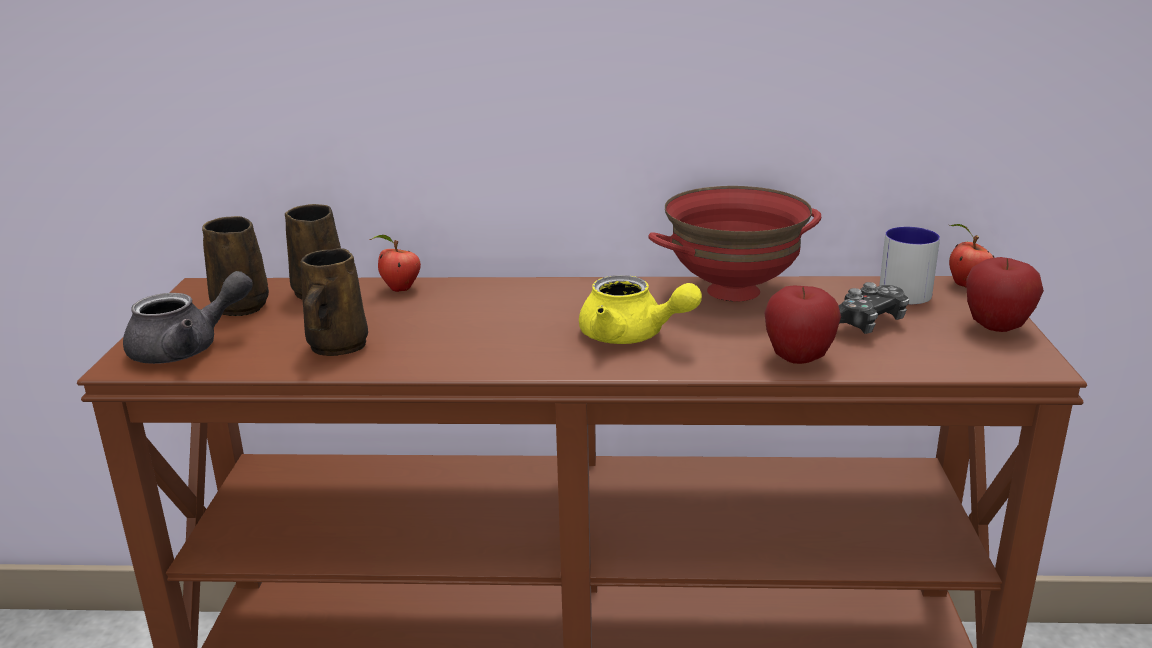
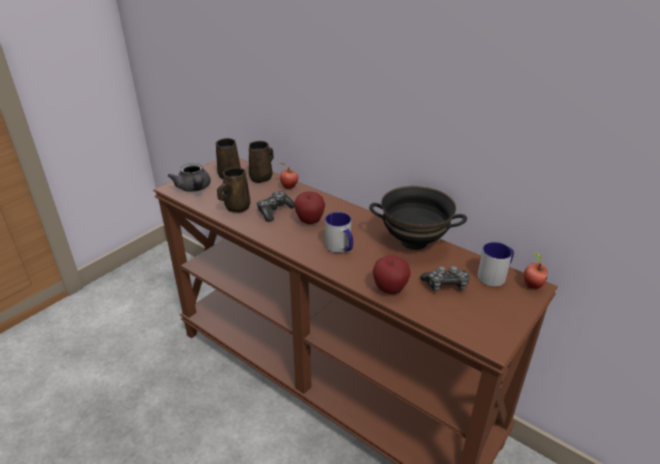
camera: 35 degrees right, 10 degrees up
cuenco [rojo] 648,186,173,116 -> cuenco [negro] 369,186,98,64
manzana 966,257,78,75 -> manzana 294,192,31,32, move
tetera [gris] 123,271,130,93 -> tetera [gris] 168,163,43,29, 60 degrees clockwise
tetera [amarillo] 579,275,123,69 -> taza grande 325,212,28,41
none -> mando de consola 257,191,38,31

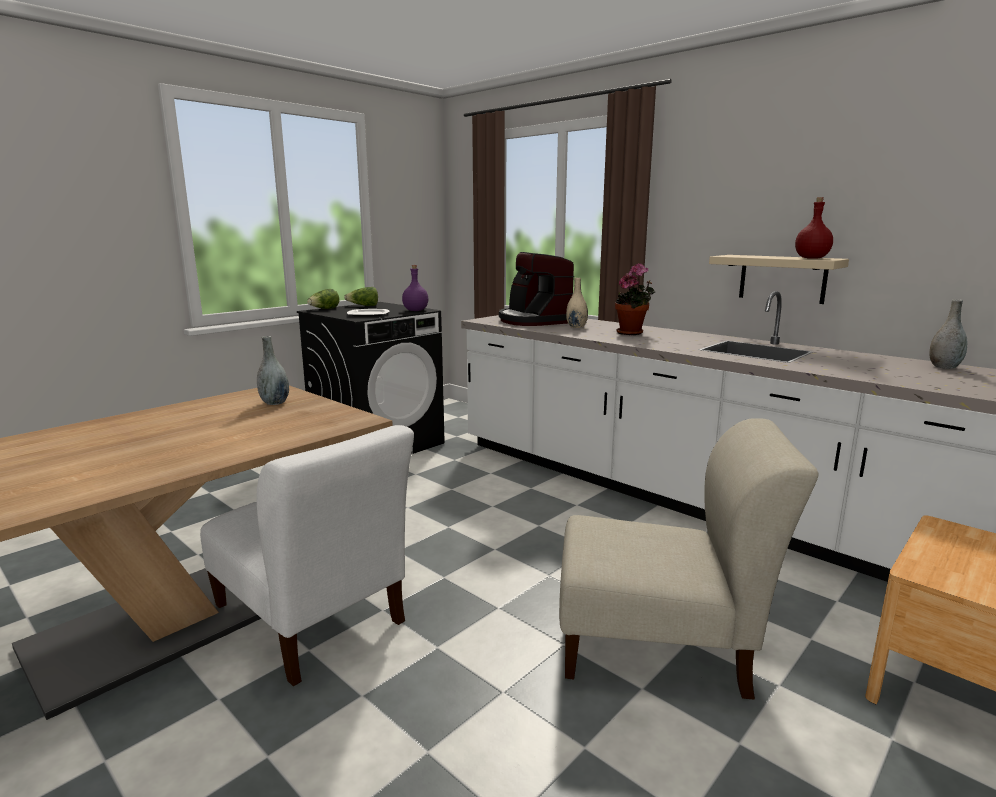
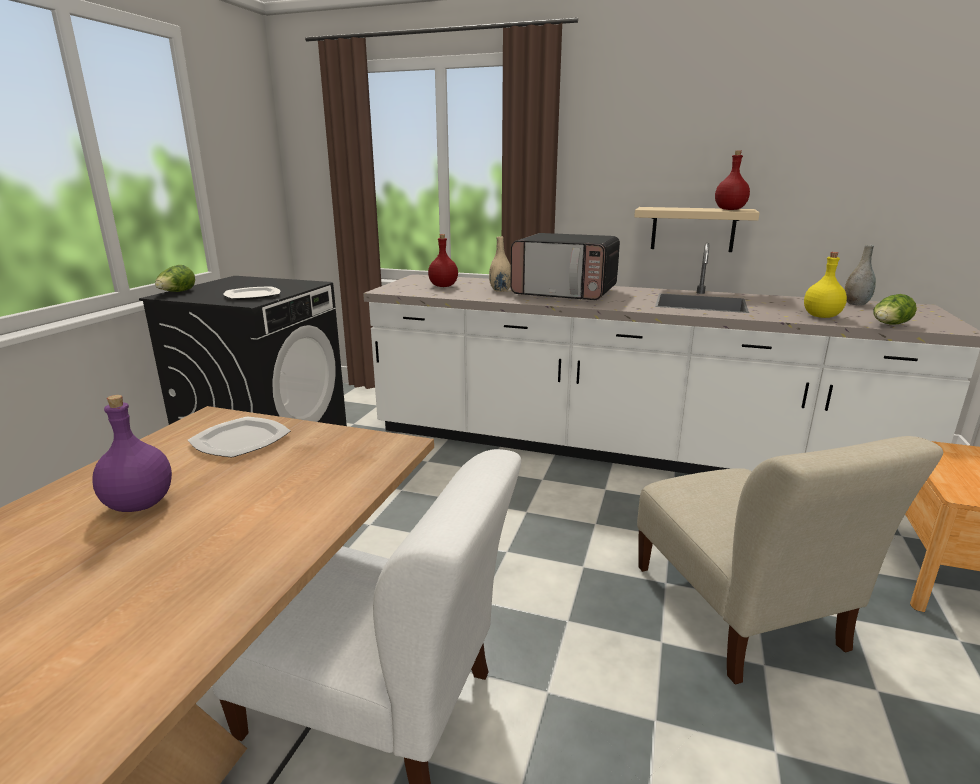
camera: 25 degrees left, 5 degrees up
cafetera 499,252,75,74 -> botella [rojo] 428,234,30,53
planta en maceta 615,263,40,72 -> microondas 510,233,110,67
botella [morado] 402,265,26,46 -> botella [morado] 92,395,80,117, move
lechuga 344,287,34,19 -> lechuga 873,294,44,31, move
florero [gris] 257,336,32,69 -> plato 188,416,102,42
silla [beis] 559,418,259,282 -> silla [beis] 637,436,306,248, 90 degrees clockwise
none -> botella [amarillo] 804,252,43,66

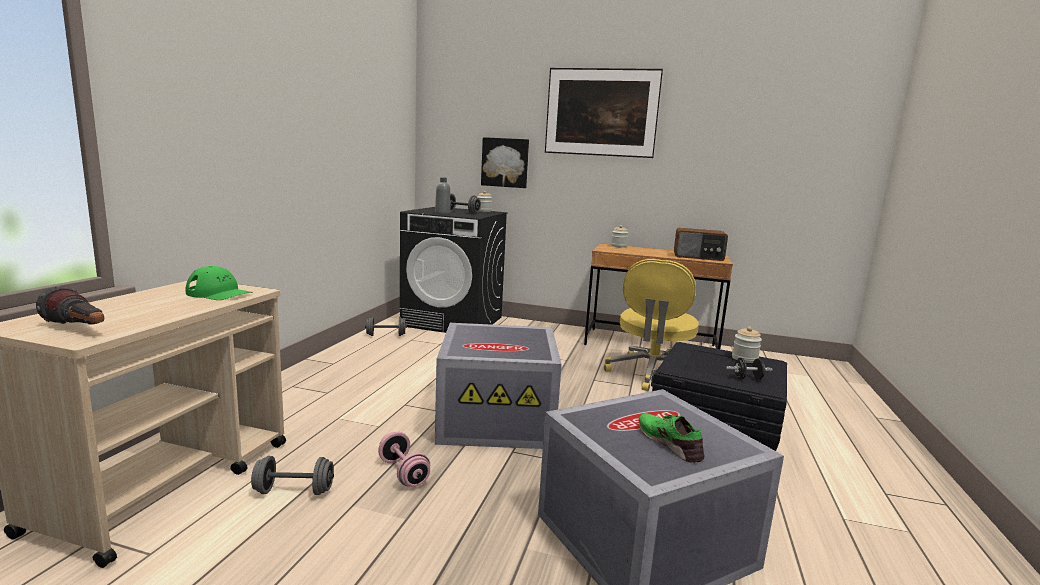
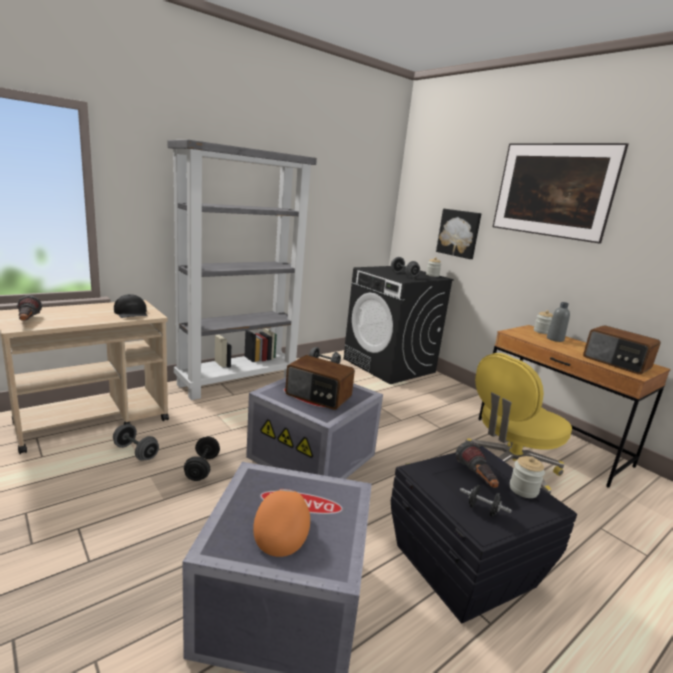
camera: 35 degrees right, 5 degrees up
botella [gris] 435,177,15,38 -> botella [gris] 547,302,23,40, move
gorra [verde] 185,266,68,34 -> gorra [negro] 114,294,34,24
zapato [verde] 639,413,65,50 -> gorra [naranja] 253,489,57,68
mancuerna [rosa] 378,432,52,55 -> mancuerna [negro] 184,437,36,44
none -> estantería [gris] 167,140,150,260
none -> radio 285,355,70,55
none -> linterna 455,441,44,47

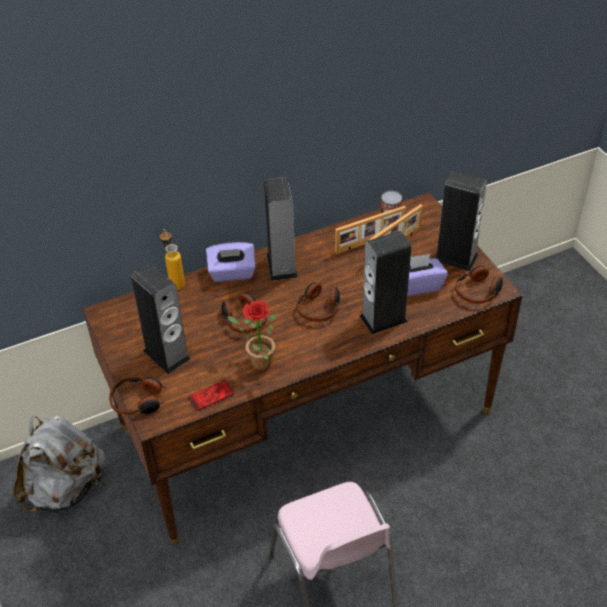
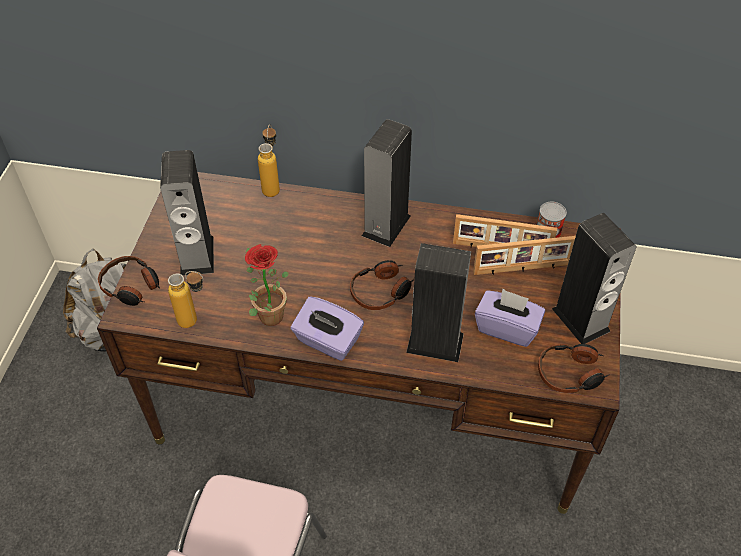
camera: 35 degrees right, 5 degrees up
caja de pañuelos [morado] 206,242,50,40 -> caja de pañuelos [morado] 291,296,73,65, move
auriculares 221,292,46,41 -> none
móvil 189,380,45,31 -> botella 168,271,35,57

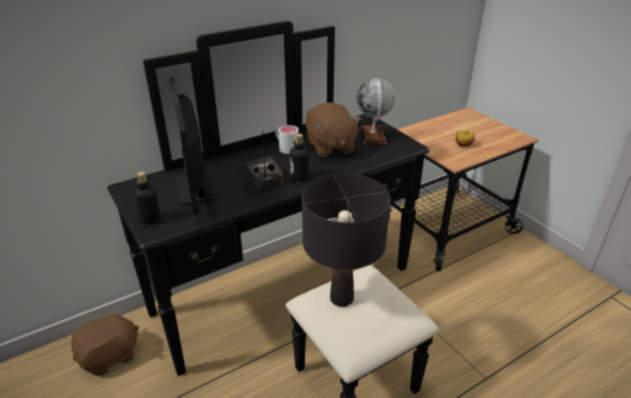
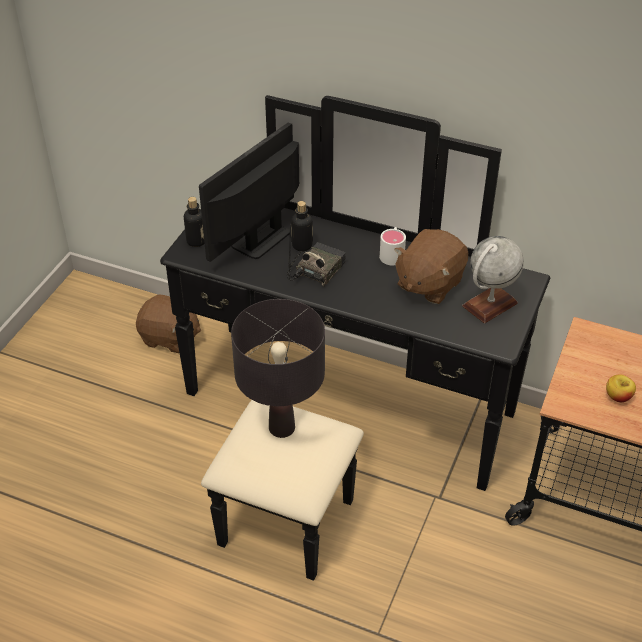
camera: 55 degrees right, 10 degrees up
botella 290,134,19,47 -> botella 291,201,22,50, move

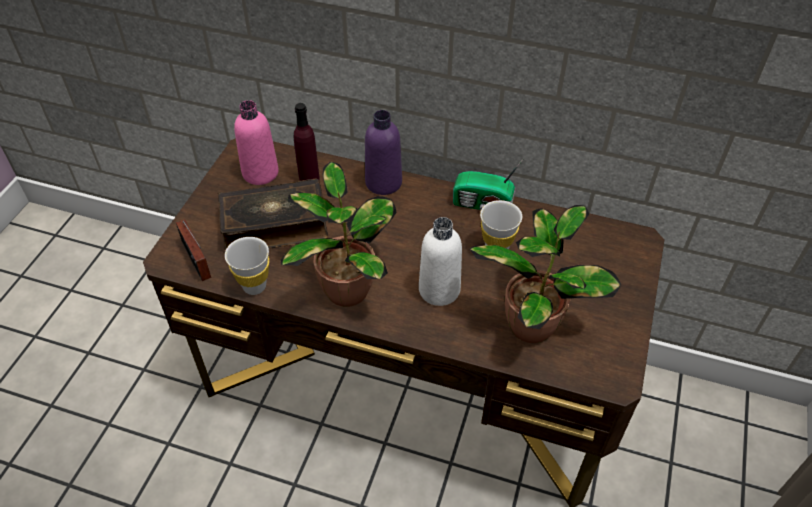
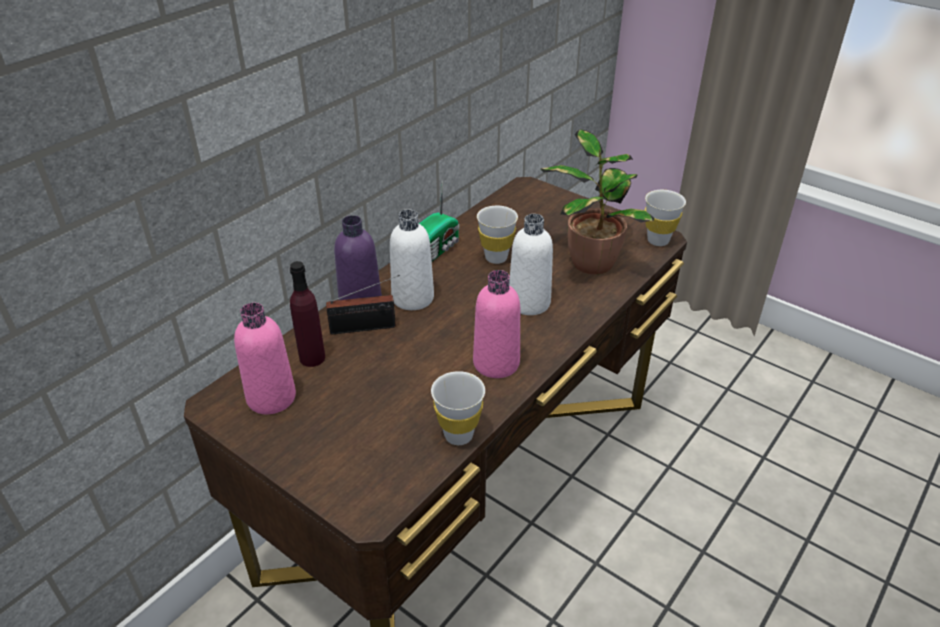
camera: 70 degrees left, 10 degrees down
planta en maceta 281,162,115,145 -> botella [rosa] 473,270,47,108
libro 218,179,110,72 -> none
radio 176,219,35,62 -> radio 326,275,74,60, move
none -> taza [blanco] 645,190,41,56
none -> botella [blanco] 390,209,44,101

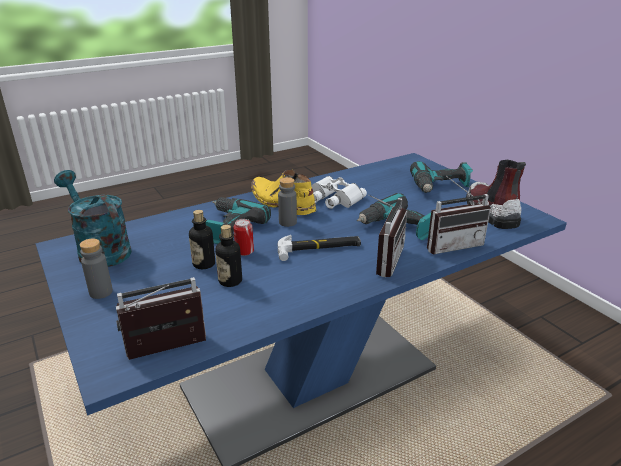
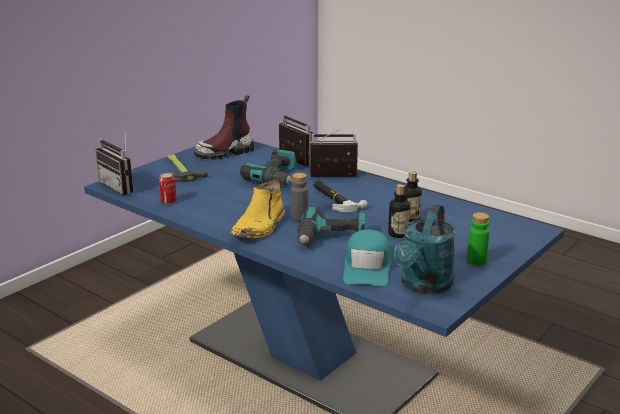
camera: 110 degrees left, 5 degrees down
taladro 410,161,63,32 -> martillo 168,154,40,28
prismáticos [blanco] 311,176,56,33 -> none
lata 233,219,21,37 -> lata 159,173,18,31, move
botella [gris] 80,238,33,61 -> botella [verde] 467,212,23,54
radio 116,277,90,83 -> radio 96,128,37,67, move
none -> gorra [turquesa] 343,230,48,56

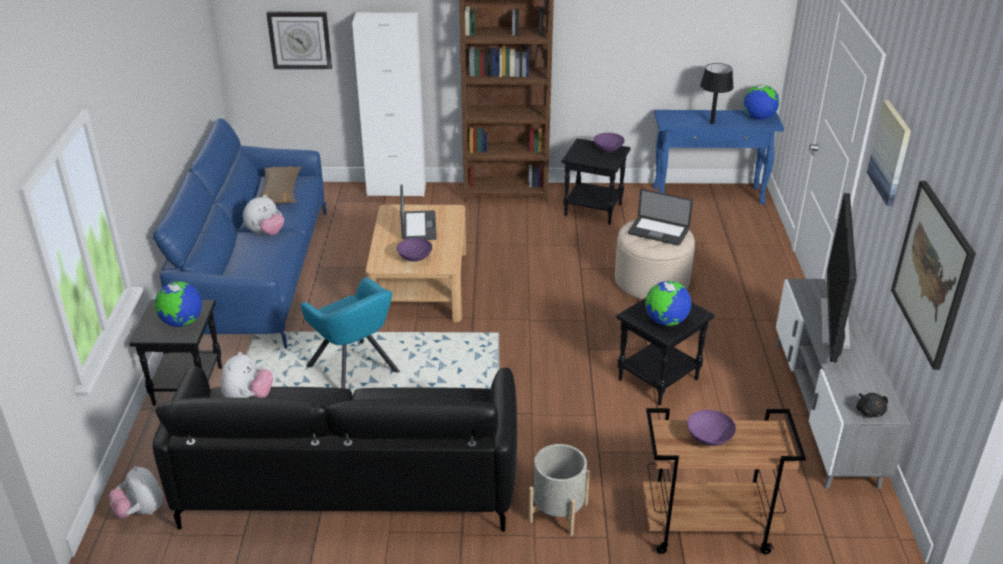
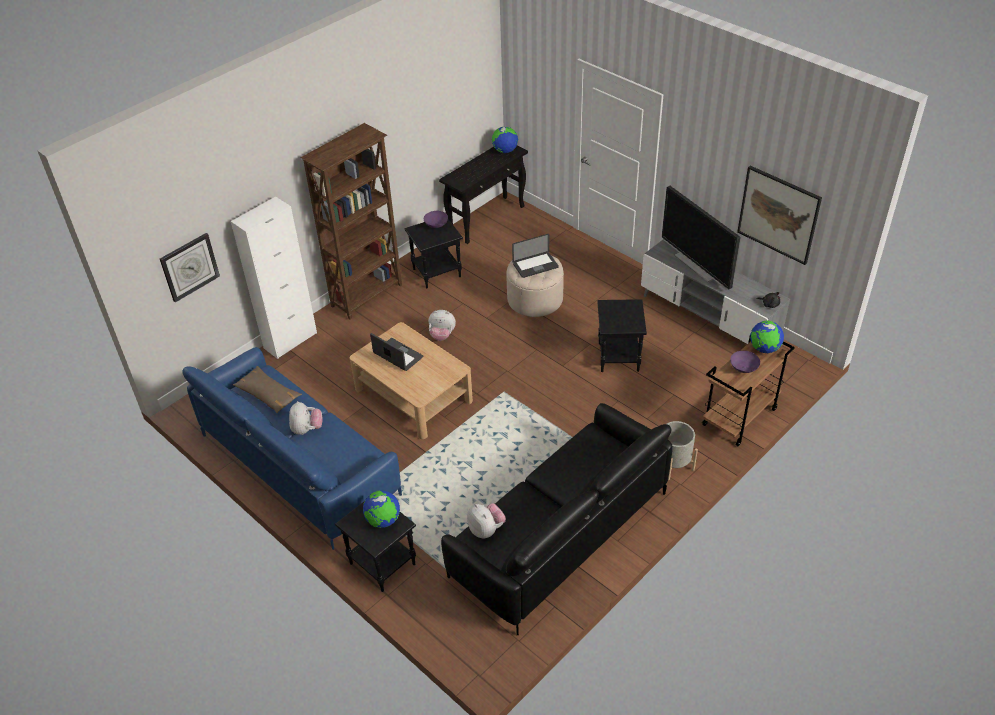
camera: 45 degrees left, 10 degrees up
lámpara de mesa [negro] 700,63,34,61 -> none
cuadro 867,100,44,106 -> none
mesa consola [azul] 653,110,131,95 -> mesa consola [negro] 439,146,89,98
cuenco [morado] 397,238,35,24 -> none
sillón [turquesa] 300,278,100,110 -> none
globo terráqueo 645,281,46,45 -> globo terráqueo 750,320,34,33, move
peluche 109,466,54,52 -> peluche 429,310,27,31, move

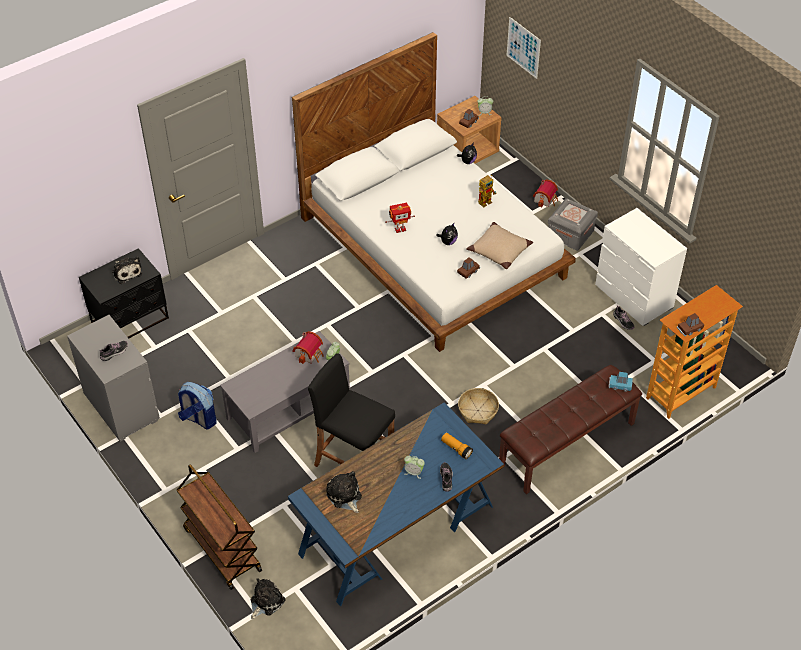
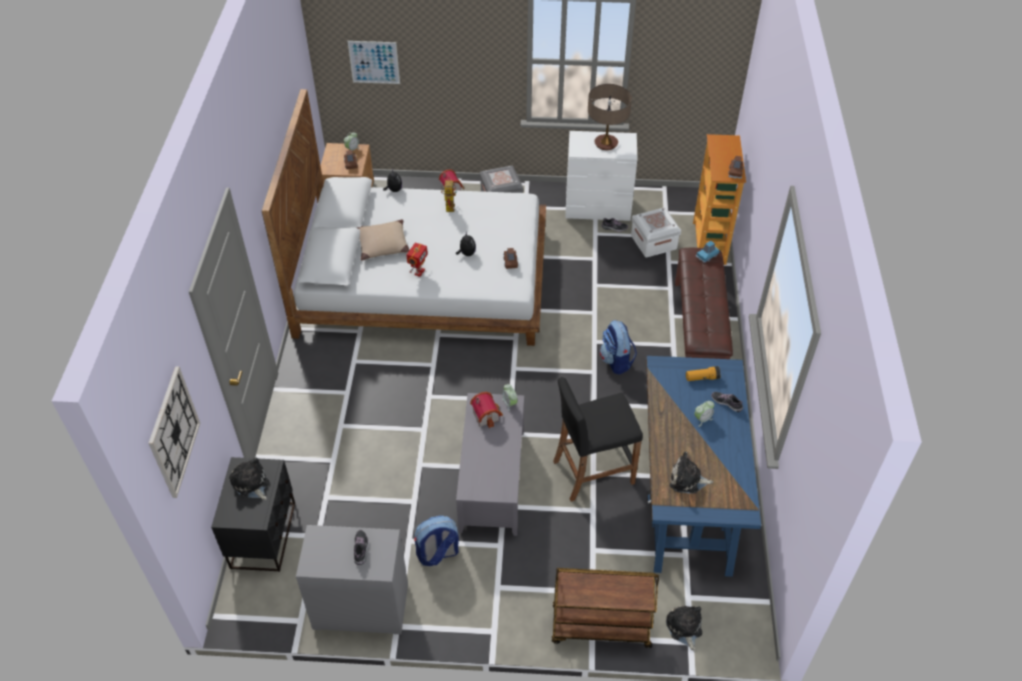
camera: 50 degrees left, 0 degrees up
cojín [beis] 466,222,67,47 -> cojín [beis] 357,219,52,42, move
peluche 112,256,30,28 -> peluche 229,457,40,43, 135 degrees counterclockwise
cesta 458,388,41,36 -> mochila 600,320,37,55
none -> lámpara de mesa 588,84,44,66
none -> caja de almacenaje [blanco] 631,207,50,51
none -> reloj de pared 148,366,52,132

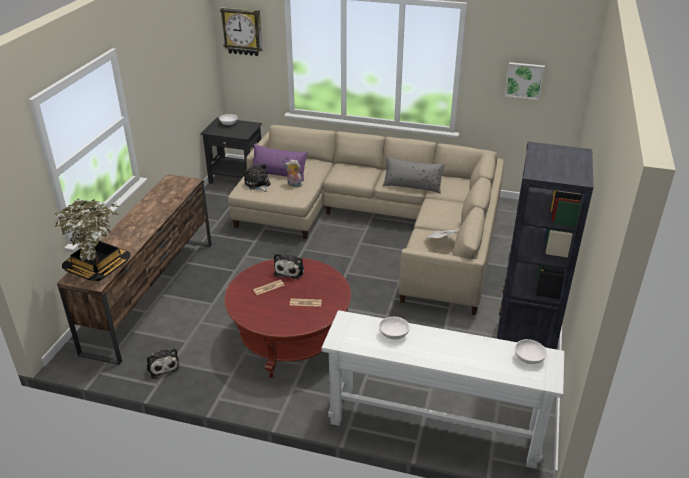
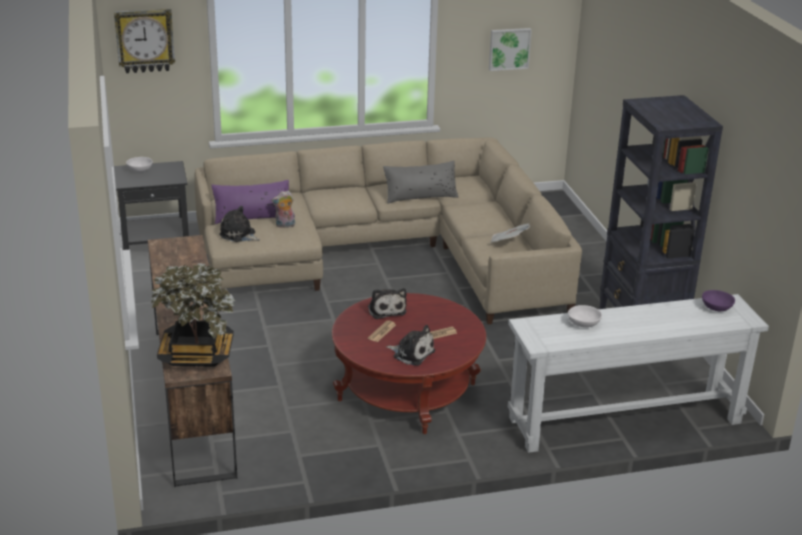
camera: 30 degrees left, 5 degrees down
cuenco [blanco] 515,339,32,25 -> cuenco [morado] 702,290,33,21
peluche 146,348,34,31 -> peluche 386,325,49,41, move

